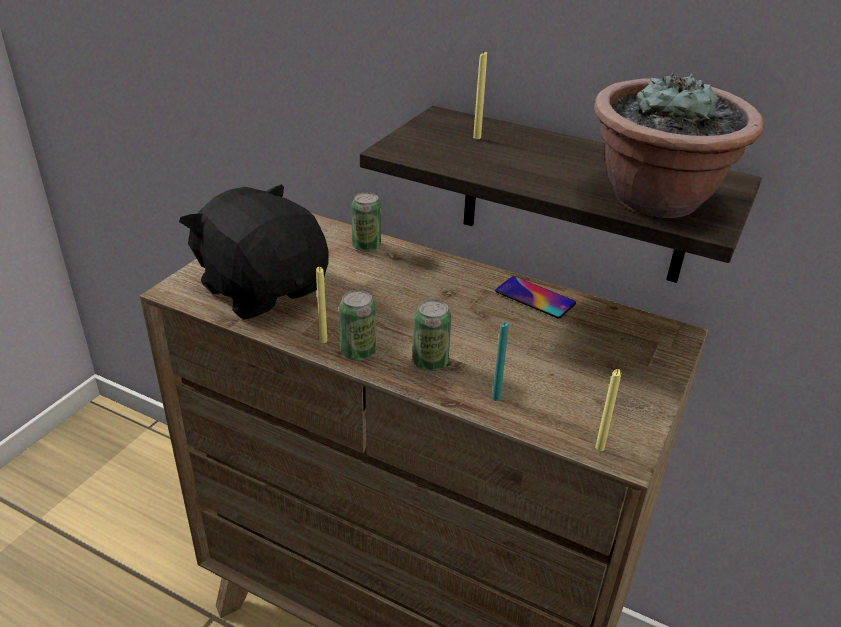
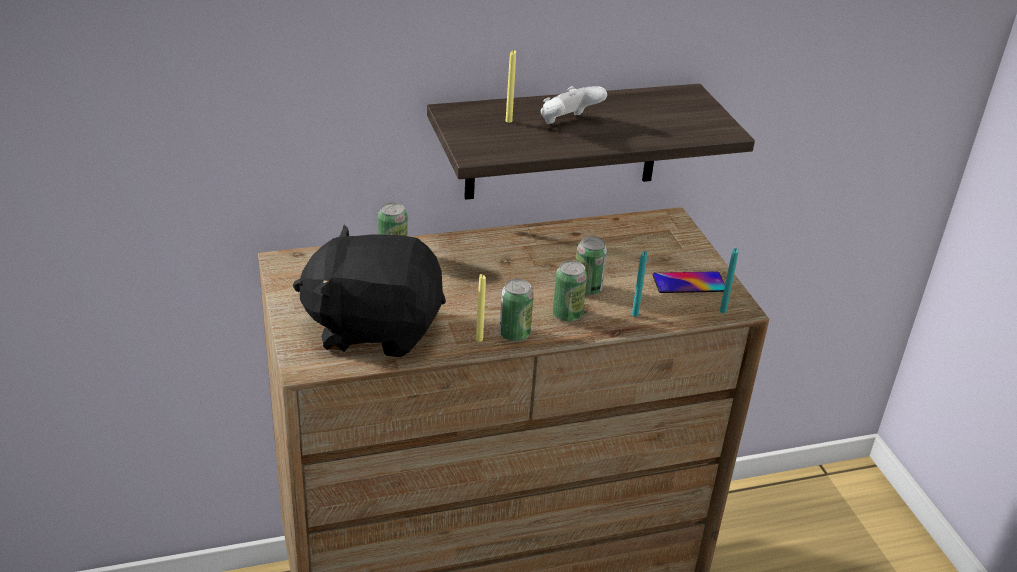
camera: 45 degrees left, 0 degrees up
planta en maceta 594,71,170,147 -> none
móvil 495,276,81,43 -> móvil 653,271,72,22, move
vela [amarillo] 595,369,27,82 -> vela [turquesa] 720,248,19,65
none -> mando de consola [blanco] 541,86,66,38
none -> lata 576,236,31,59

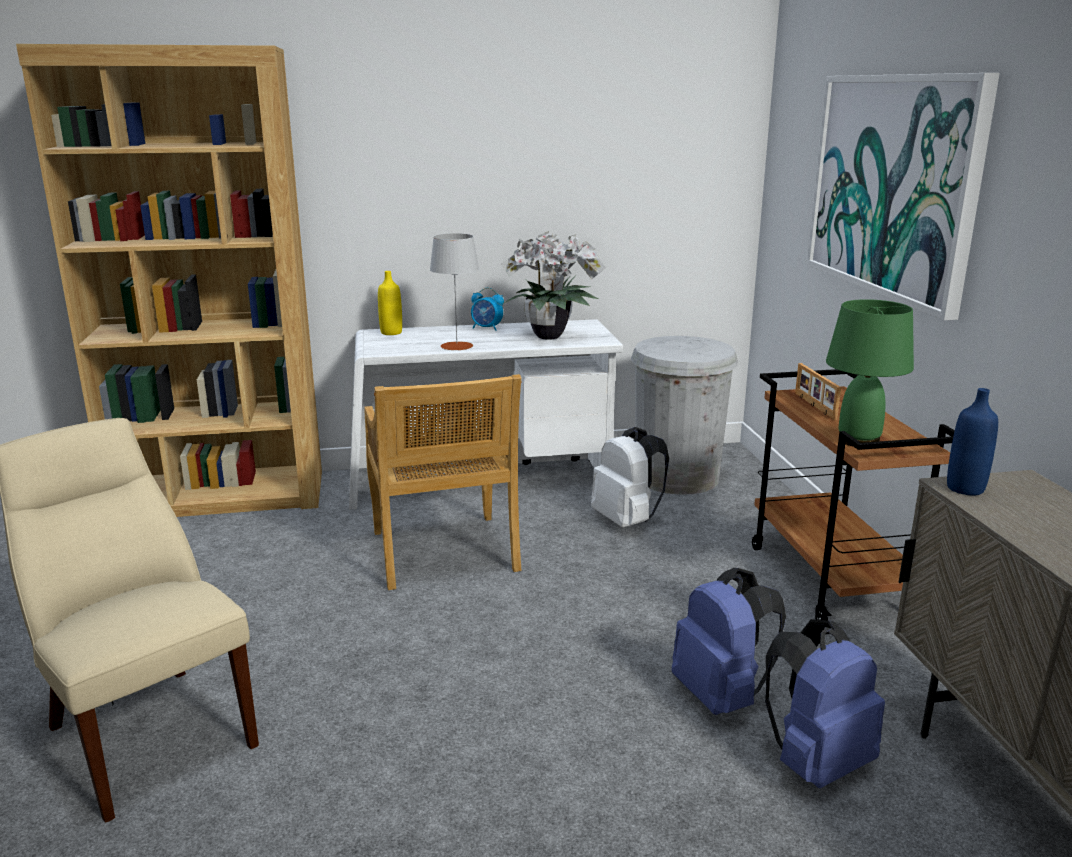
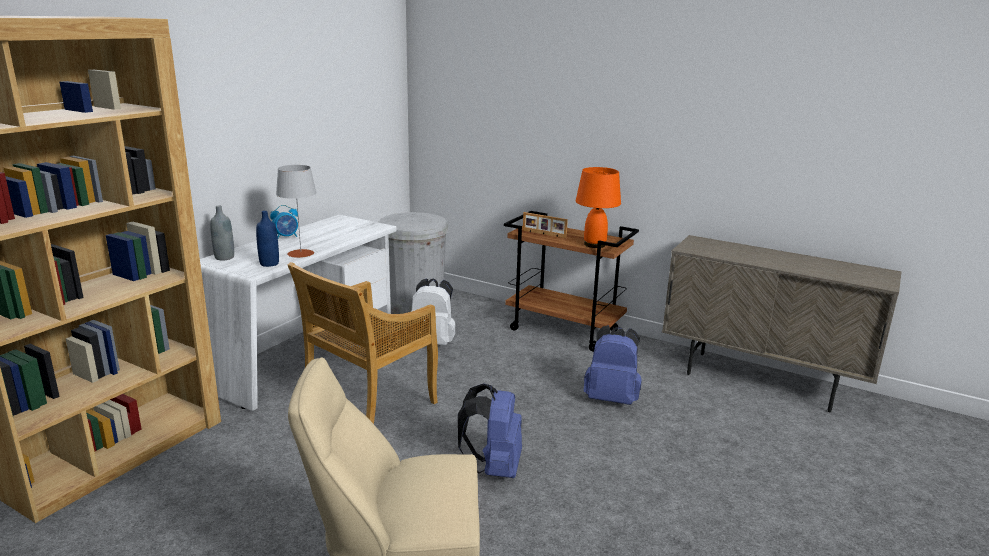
camera: 50 degrees left, 0 degrees up
cuadro 807,73,193,247 -> none
planta en maceta 502,231,104,109 -> none
botella [amarillo] 378,271,24,64 -> botella [gris] 210,205,24,55
lámpara de mesa [verde] 826,299,88,147 -> lámpara de mesa [naranja] 576,167,45,81
silla [beis] 364,374,157,216 -> silla [beis] 288,262,150,162, 105 degrees clockwise
botella [azul] 947,388,51,107 -> botella [azul] 256,211,23,56, move
mochila [azul] 765,619,120,169 -> mochila [azul] 458,383,64,95, move

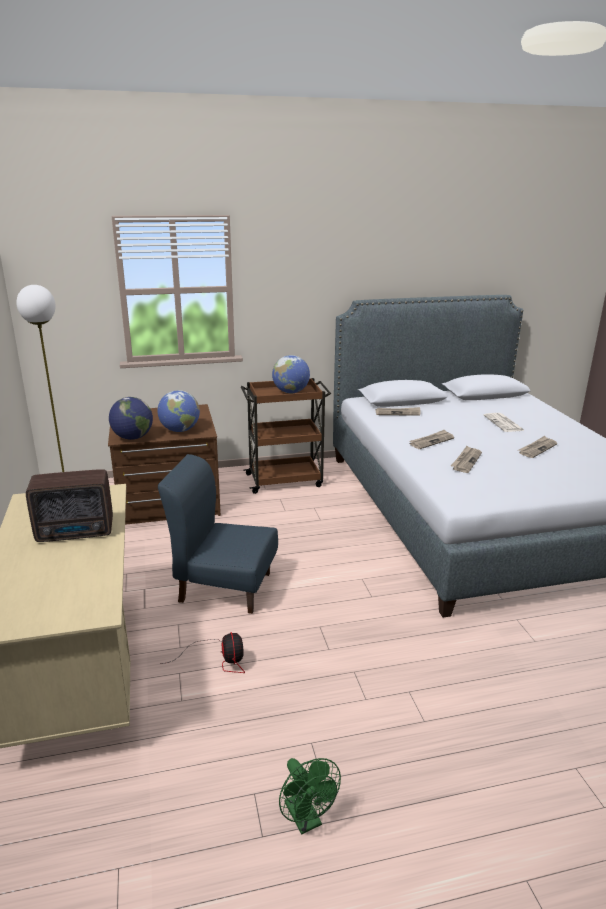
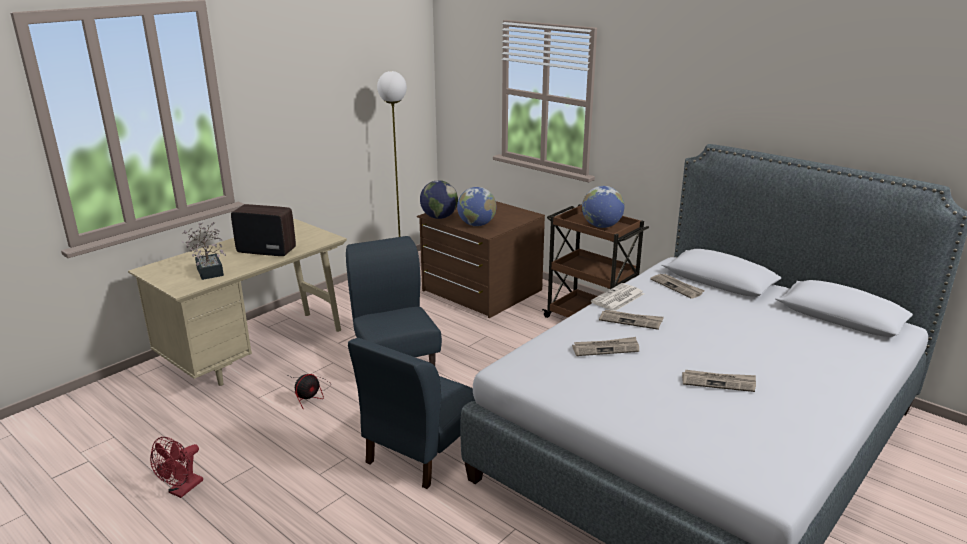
camera: 55 degrees right, 0 degrees up
periódico 484,413,41,19 -> periódico 591,283,53,28, move
radio 26,469,87,73 -> radio 231,204,65,52, 150 degrees clockwise
ventilador [verde] 279,758,62,77 -> ventilador [rojo] 150,437,53,61
none -> planta en maceta 182,222,44,58
none -> silla [azul] 348,338,127,151

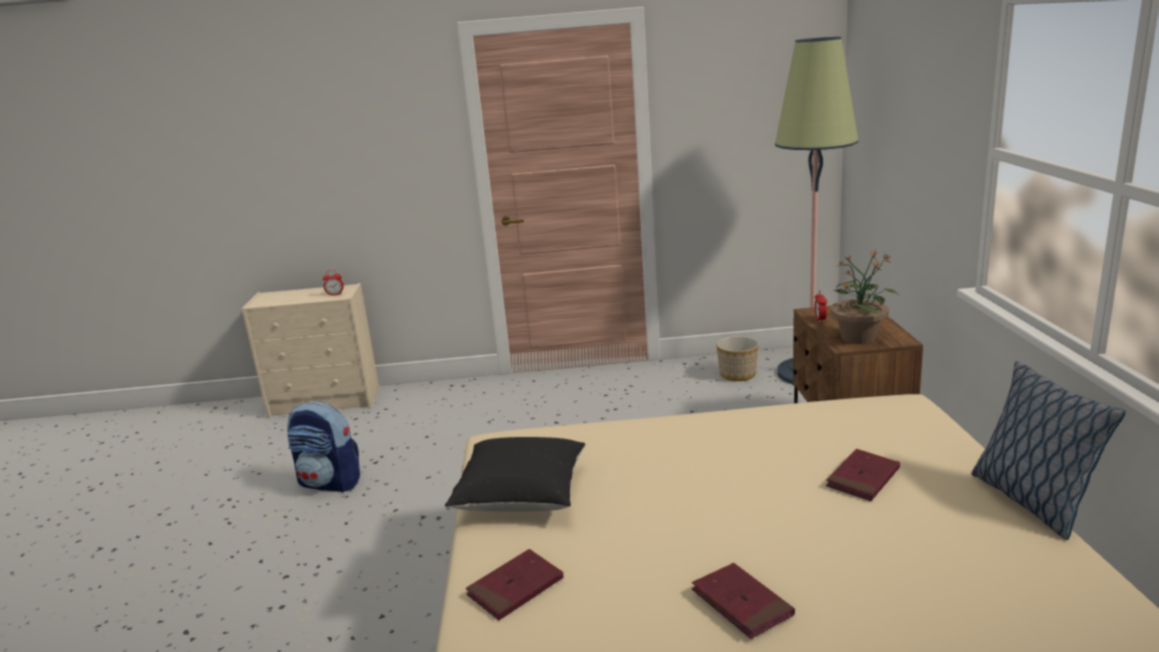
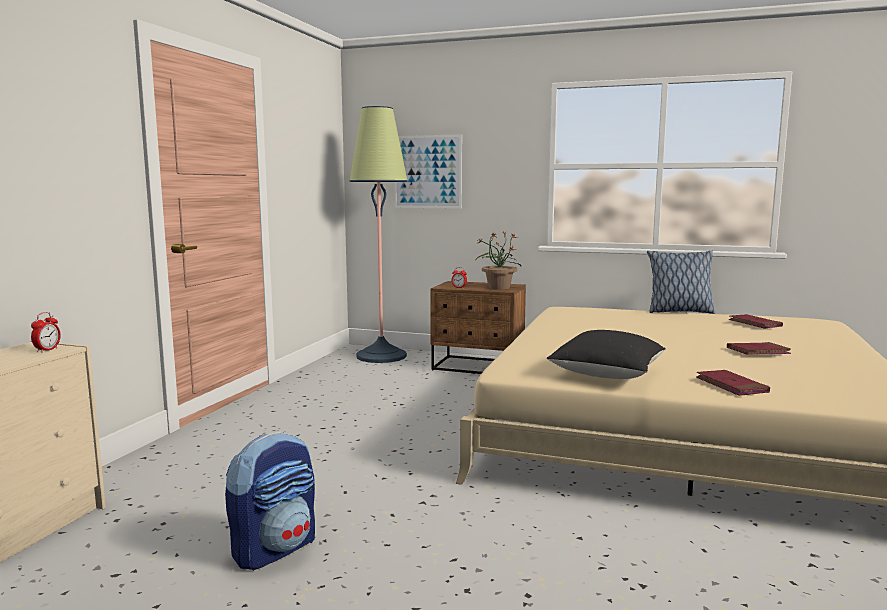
camera: 70 degrees left, 10 degrees down
maceta 716,336,43,45 -> none
libro [rojo] 826,449,74,52 -> libro [rojo] 728,314,55,15, move
none -> cuadro 394,134,68,75

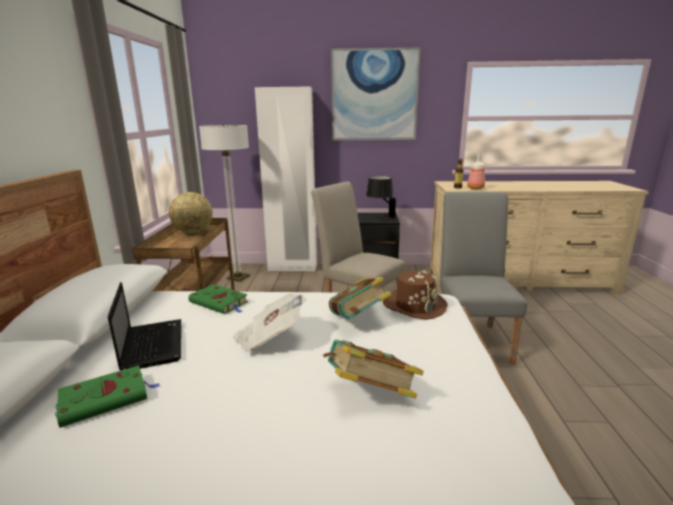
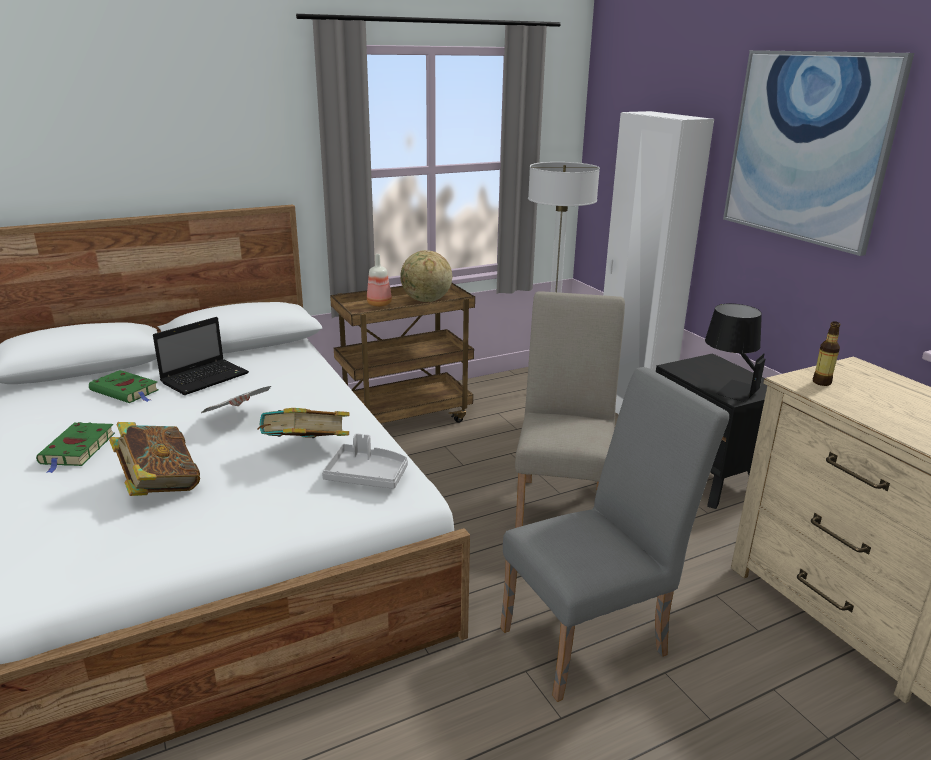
camera: 60 degrees right, 5 degrees up
botella 467,153,18,36 -> botella 367,254,25,53, move
sombrero [marrón] 383,270,65,50 -> bandeja [gris] 322,433,86,56
libro [verde] 188,284,60,30 -> libro [verde] 36,422,79,51, move

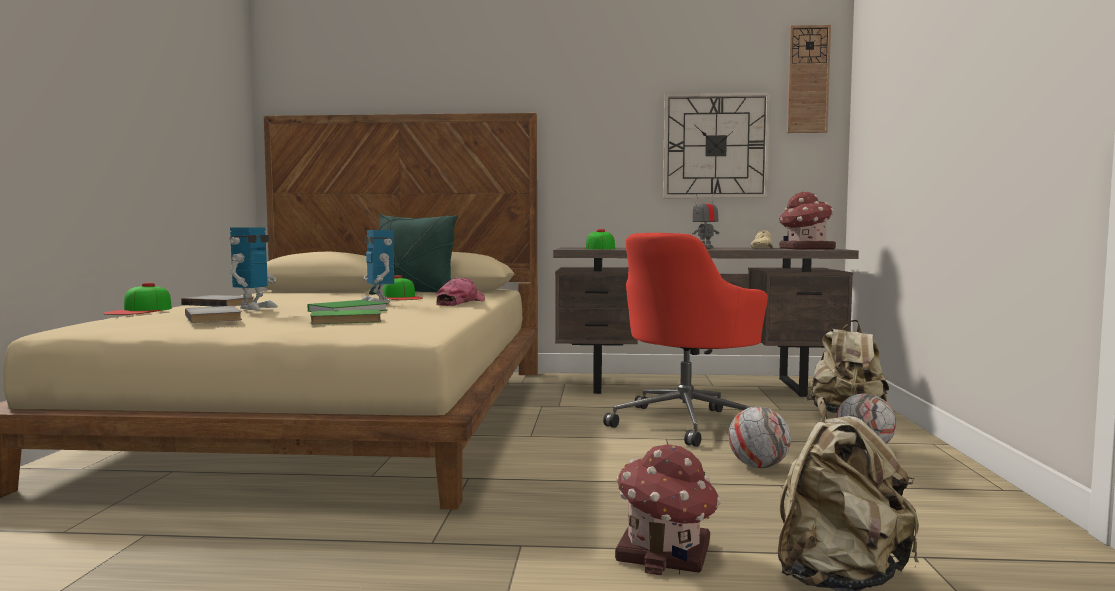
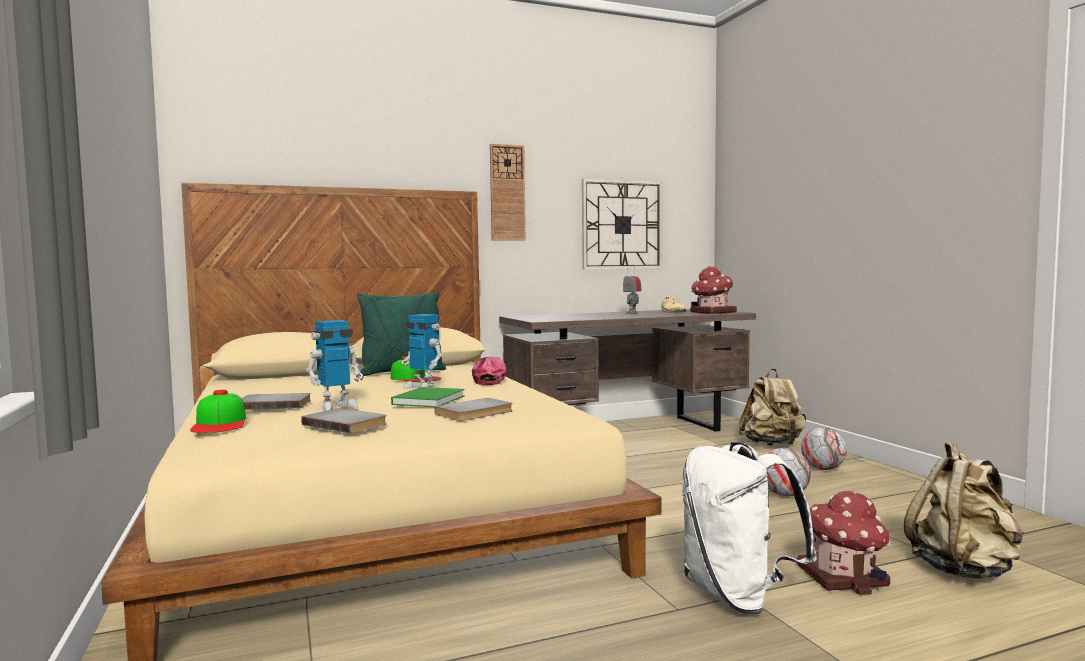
camera: 25 degrees left, 0 degrees up
reloj de pared 787,25,44,108 -> reloj de pared 490,144,36,97, move
robot de juguete 229,227,49,83 -> robot de juguete 306,320,57,91, 60 degrees clockwise
gorra 584,229,31,21 -> none
silla de oficina [rojo] 603,233,165,214 -> none
libro [verde] 310,309,71,15 -> libro [gris] 434,398,79,23
none -> mochila [blanco] 682,442,135,172

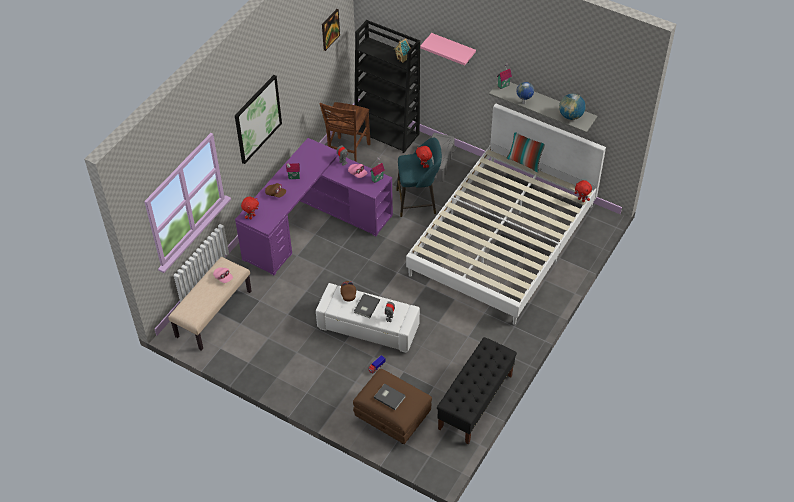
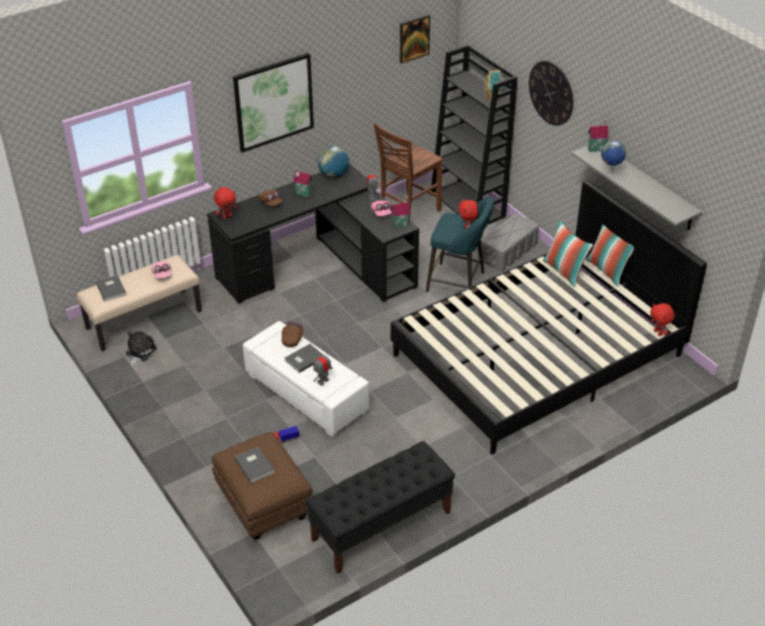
camera: 25 degrees right, 10 degrees down
estante [rosa] 420,33,56,33 -> reloj de pared 529,61,44,65
globo terráqueo 559,94,27,26 -> globo terráqueo 318,146,31,32, move
cama [blanco] 406,104,200,221 -> cama [negro] 391,180,316,274
escritorio [morado] 235,138,158,137 -> escritorio [negro] 207,163,212,141
none -> cojín 543,220,50,67
none -> libro [gris] 96,275,31,26
none -> peluche 126,331,31,36

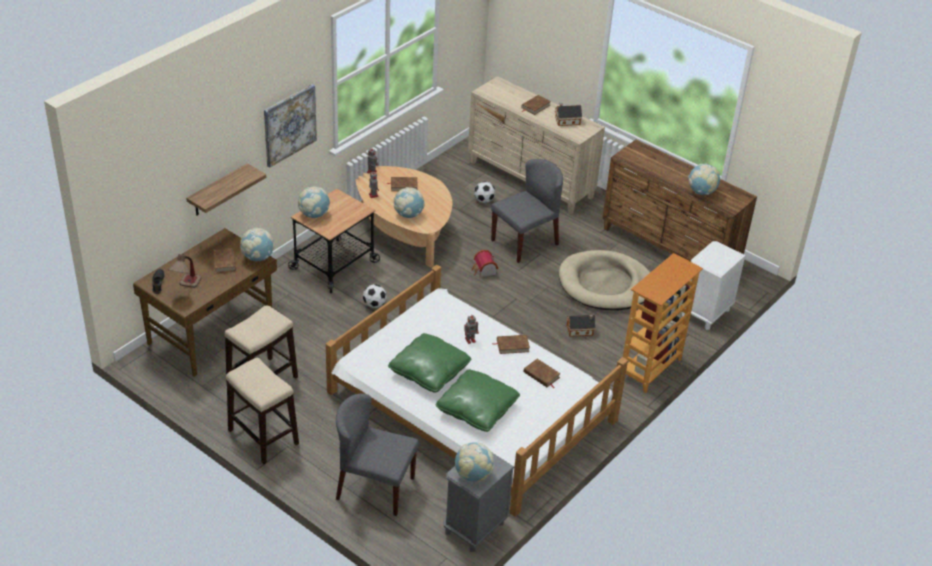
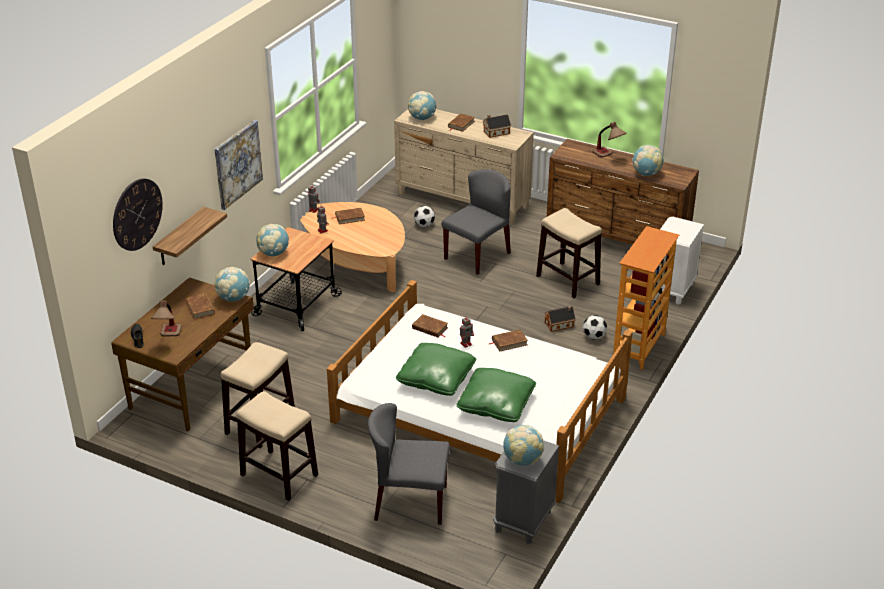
camera: 10 degrees left, 5 degrees down
globo terráqueo 394,187,31,31 -> globo terráqueo 408,91,29,29, move
casita 472,250,26,27 -> none
cama para perro [beis] 559,250,91,60 -> taburete 536,208,66,90
balón de fútbol 363,284,24,24 -> balón de fútbol 583,315,24,24, move
libro [marrón] 524,359,36,29 -> libro [marrón] 412,314,36,23, move
none -> lámpara de mesa 592,122,35,35
none -> reloj de pared 113,178,50,73

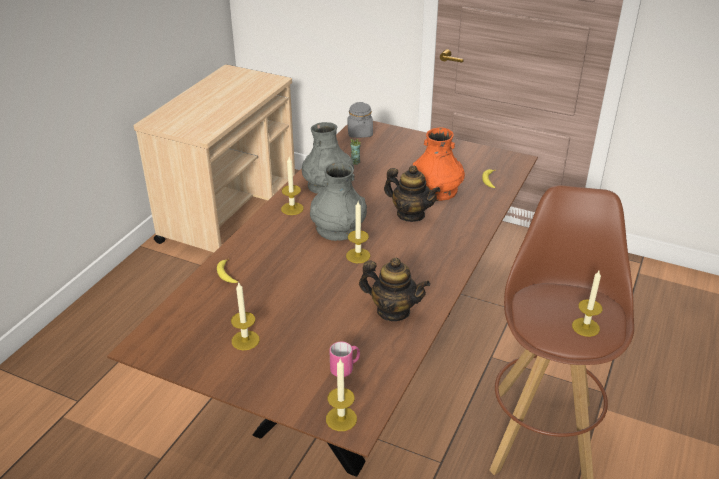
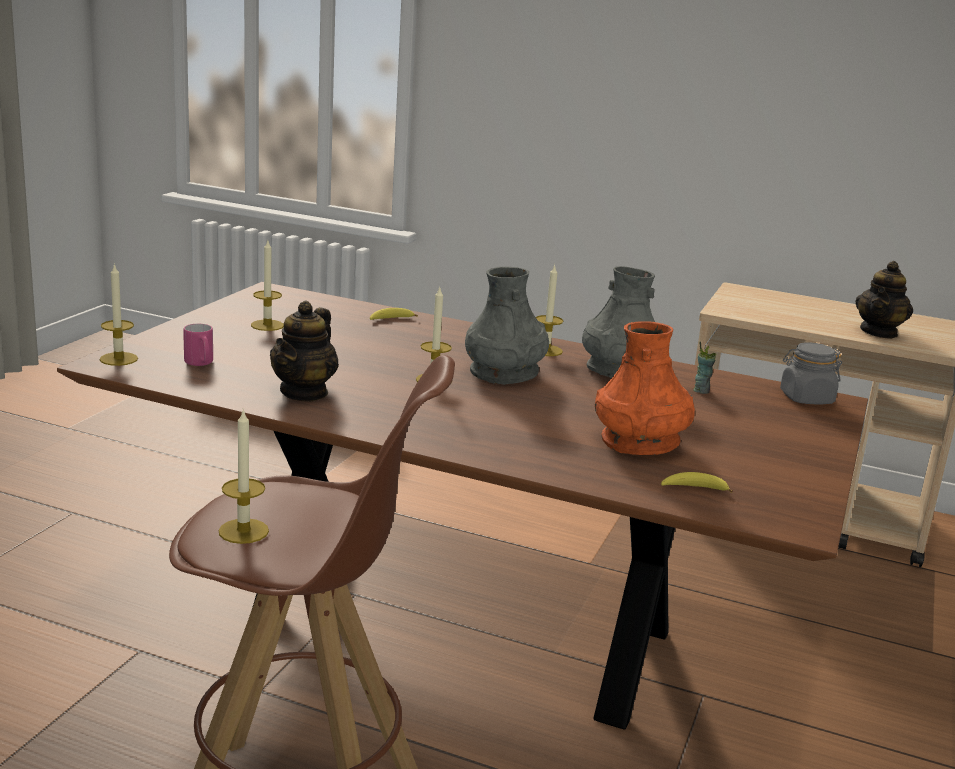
camera: 85 degrees right, 15 degrees down
tetera 384,165,57,57 -> tetera 855,261,58,78, move

